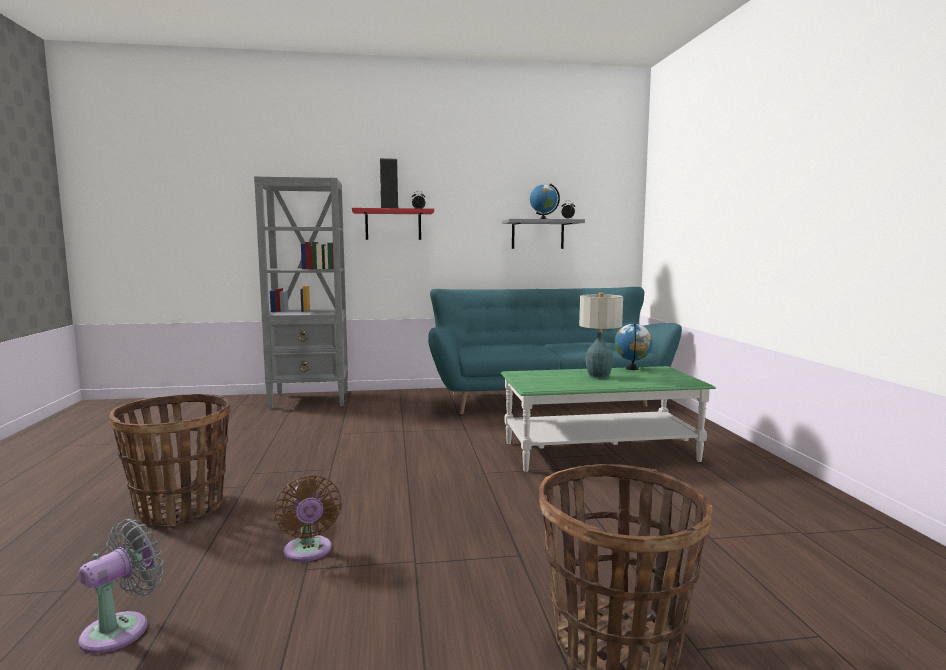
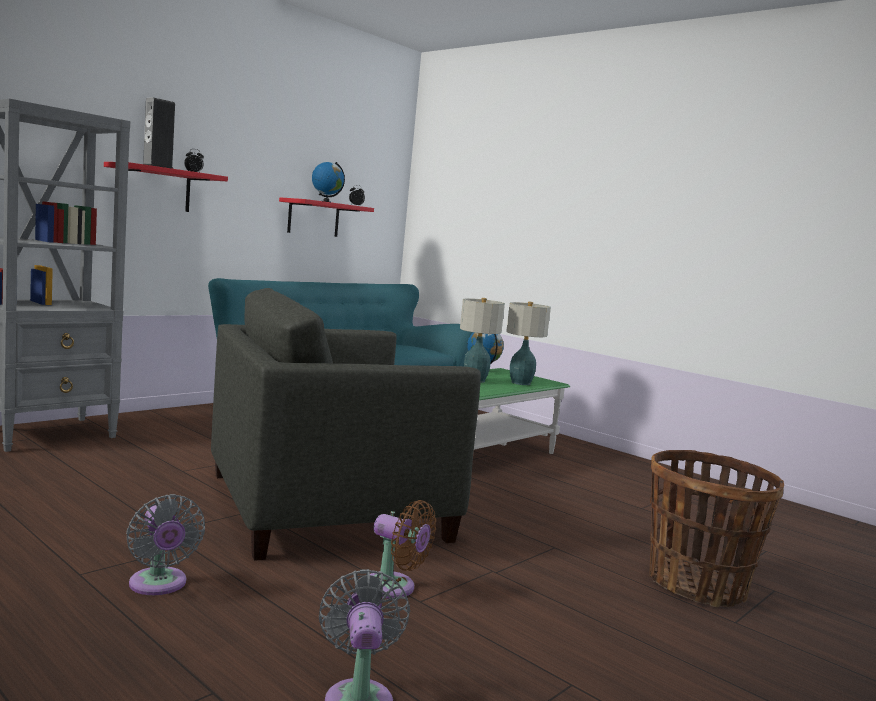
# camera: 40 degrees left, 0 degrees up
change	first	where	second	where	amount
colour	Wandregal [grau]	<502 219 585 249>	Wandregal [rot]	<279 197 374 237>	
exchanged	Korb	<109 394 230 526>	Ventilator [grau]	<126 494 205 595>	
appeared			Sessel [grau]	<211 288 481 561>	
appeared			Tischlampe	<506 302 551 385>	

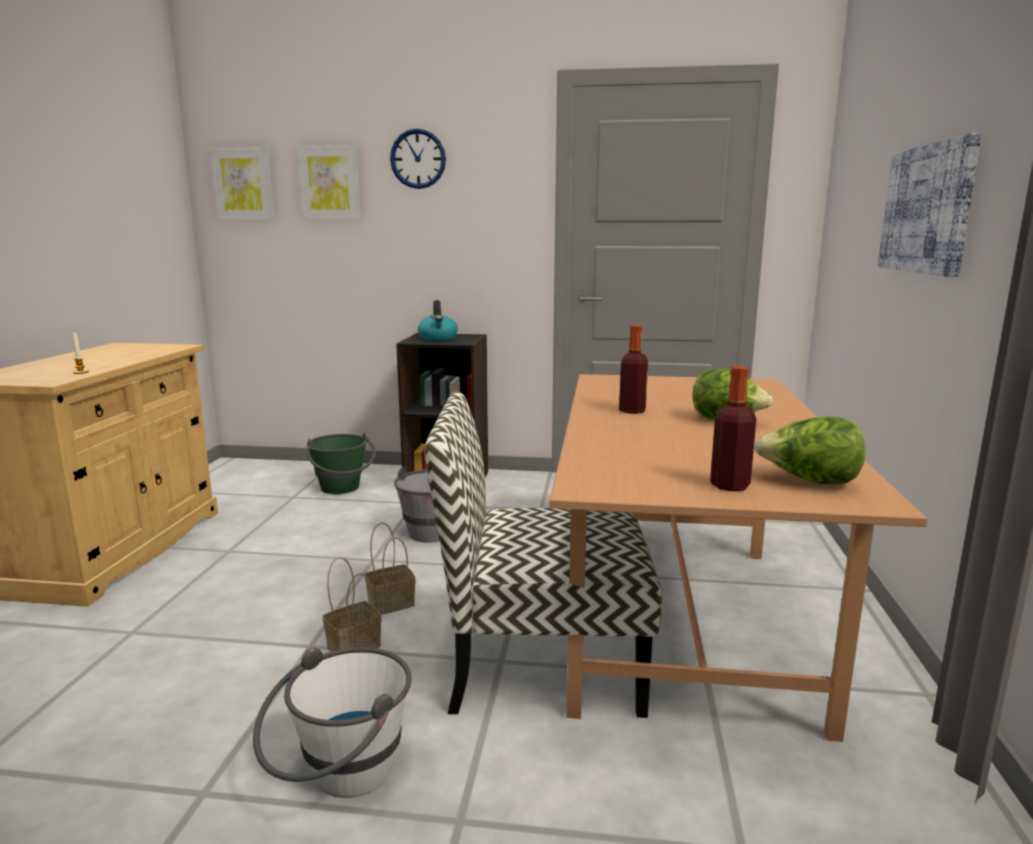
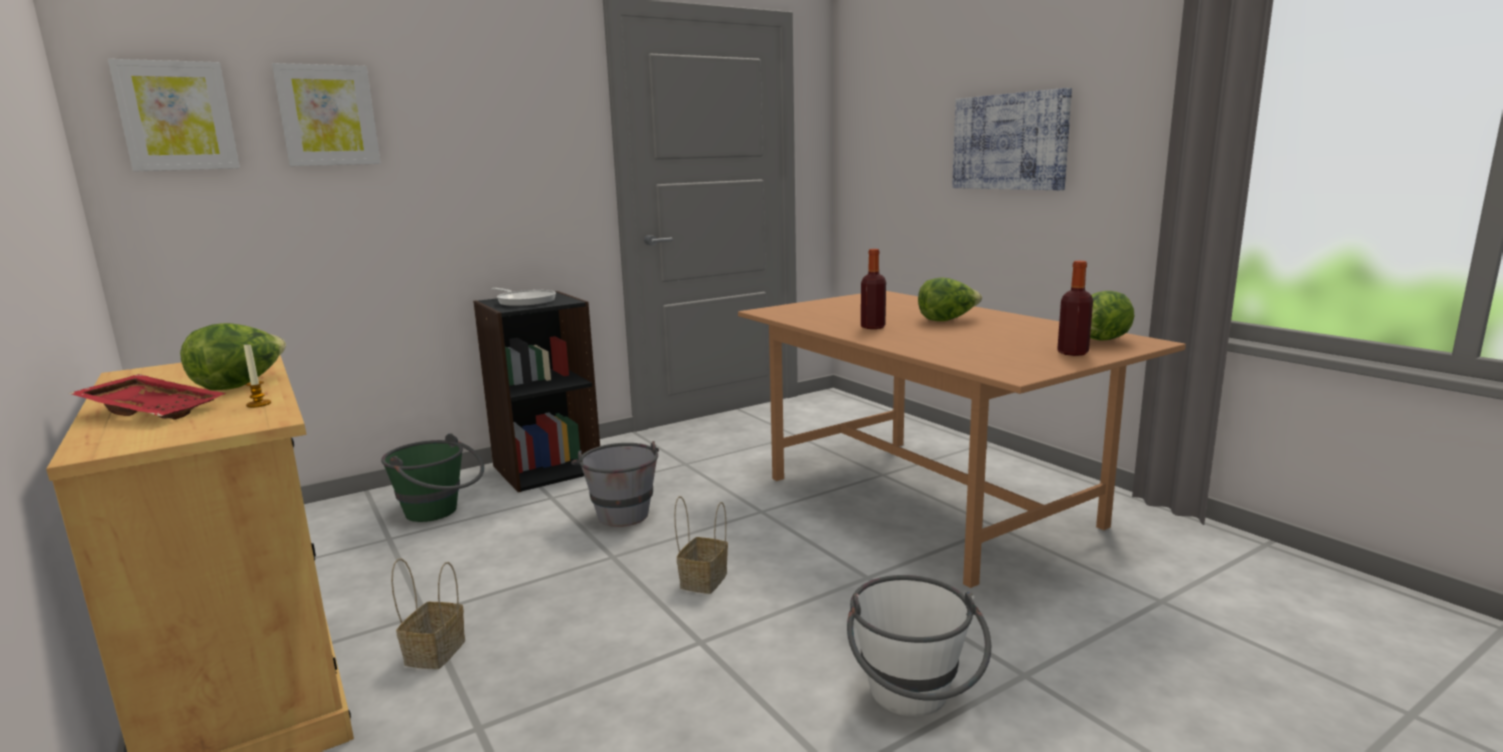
# camera: 40 degrees left, 0 degrees up
change	first	where	second	where	amount
missing	Wanduhr	<390 128 446 189>			
exchanged	Wasserkessel	<418 300 458 341>	Pfanne	<491 288 556 307>	
missing	Stuhl	<424 392 662 718>			
relocated	Korb	<323 557 382 652>		<391 558 465 669>	
appeared			Salatkopf	<180 323 286 390>	
appeared			Tablett [rot]	<68 374 226 420>	

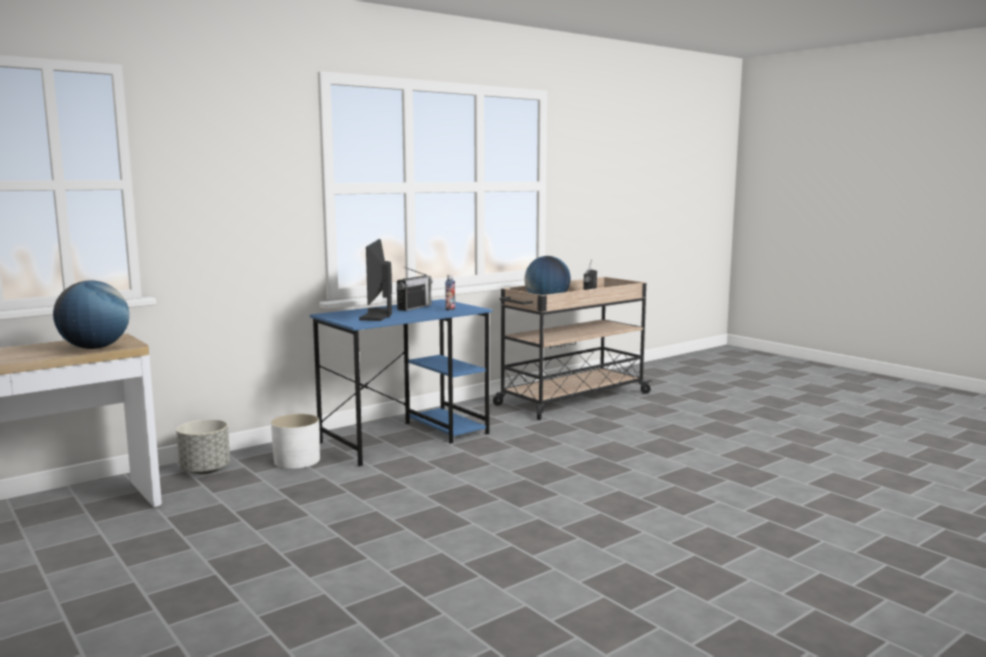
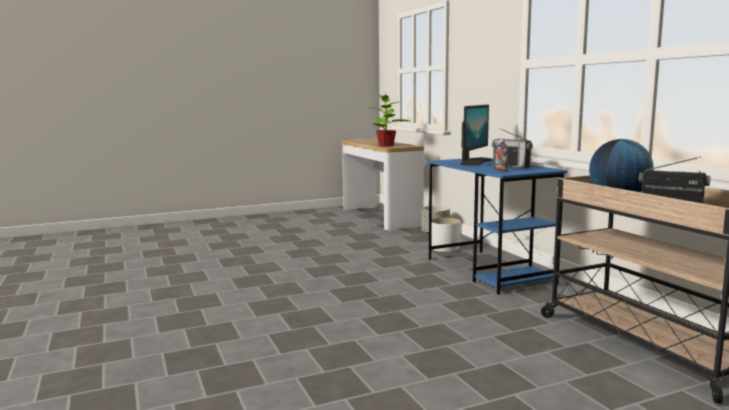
# camera: 105 degrees right, 0 degrees up
change	first	where	second	where	amount
spun	Monitor	<359 239 392 321>		<461 105 492 166>	105 degrees clockwise
exchanged	Globus	<53 280 129 349>	Topfpflanze	<369 93 409 147>	

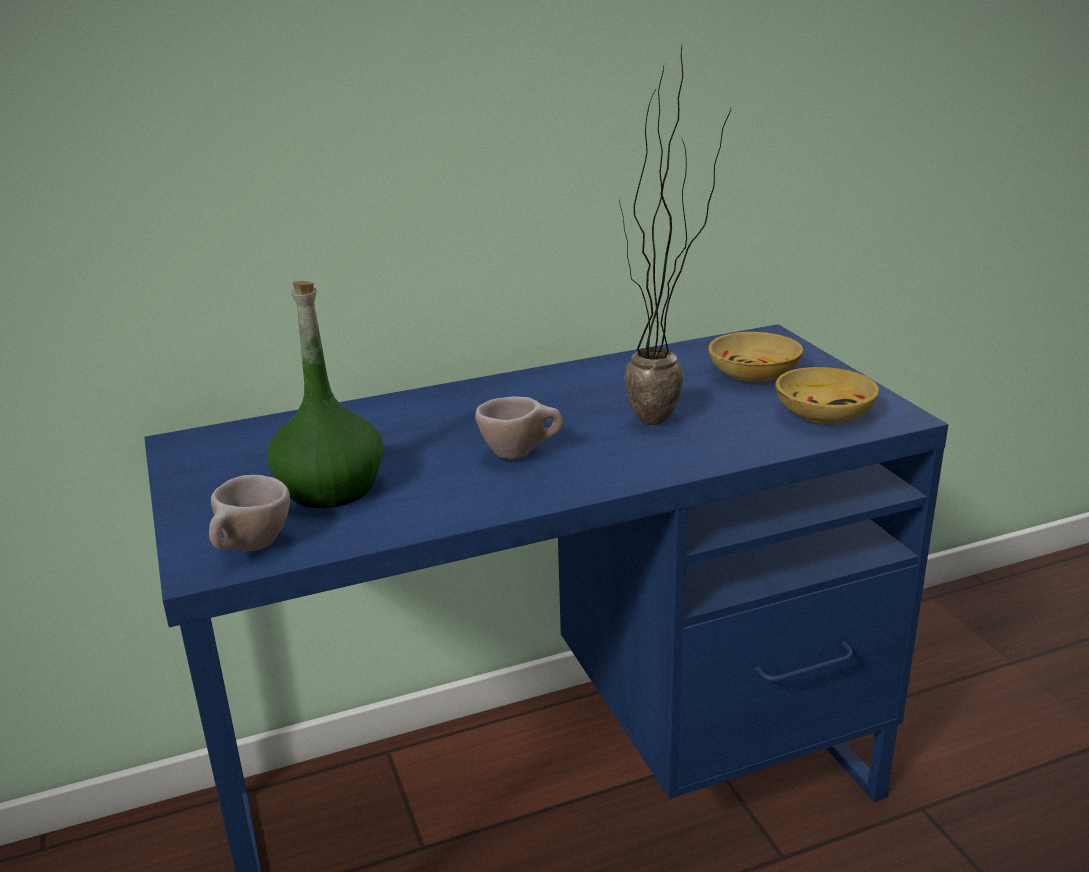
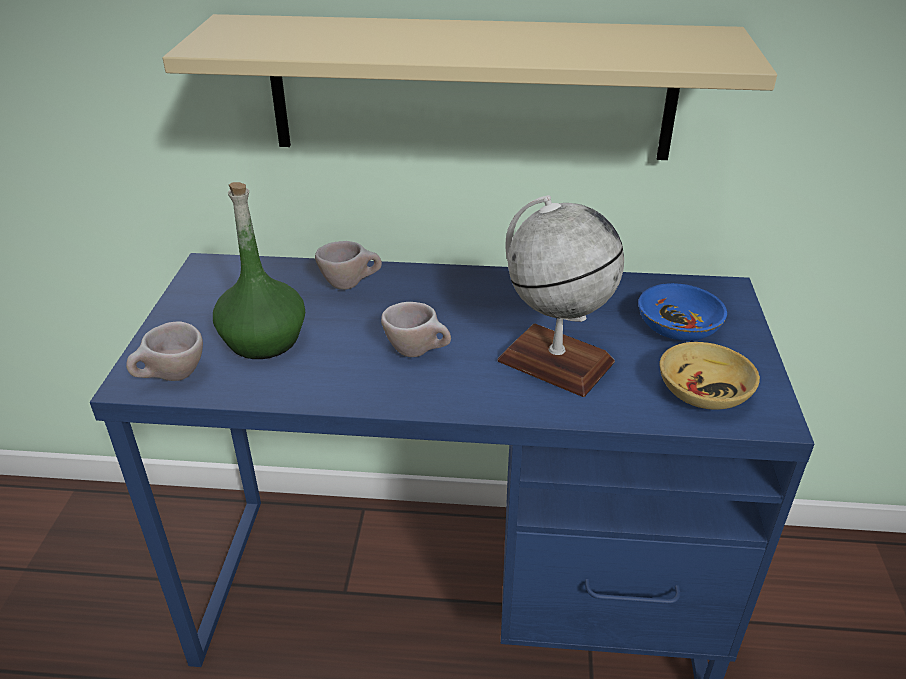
# camera: 25 degrees right, 10 degrees up
change	first	where	second	where	amount
exchanged	Topfpflanze	<619 46 731 425>	Globus	<498 195 624 397>	
colour	Schüssel [beige]	<708 332 803 382>	Schüssel [blau]	<638 283 727 341>	
appeared			Wandregal [beige]	<163 14 777 160>	
appeared			Tasse [beige]	<315 241 382 290>	

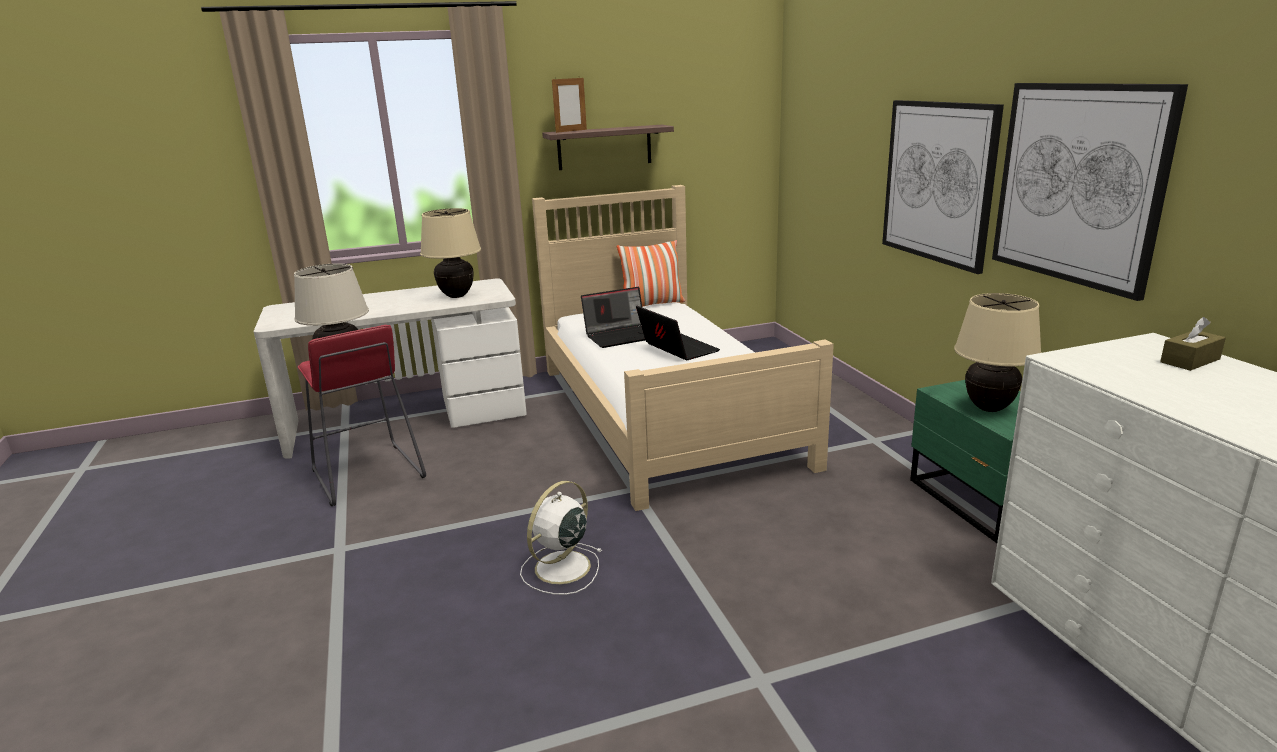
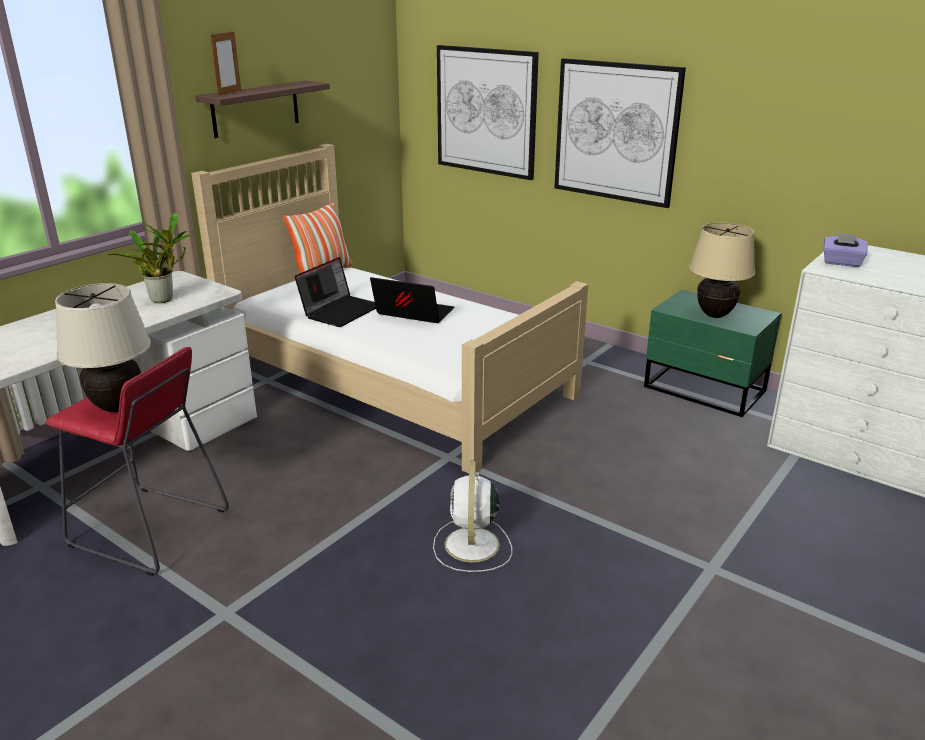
# camera: 35 degrees left, 5 degrees up
change	first	where	second	where	amount
relocated	Bild	<992 83 1188 301>		<437 45 539 180>	
exchanged	Tischlampe [beige]	<420 208 481 298>	Topfpflanze	<108 213 193 303>	
missing	Taschentuchbox [braun]	<1160 317 1226 371>			
appeared			Taschentuchbox [lila]	<824 233 868 267>	

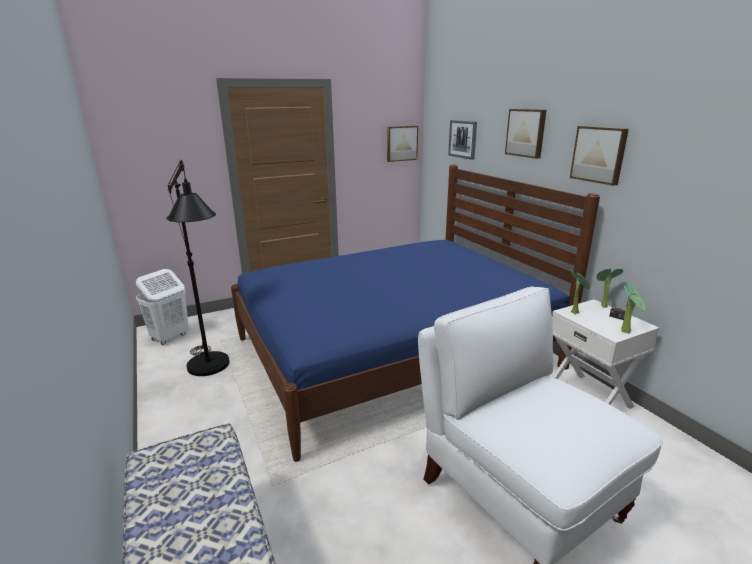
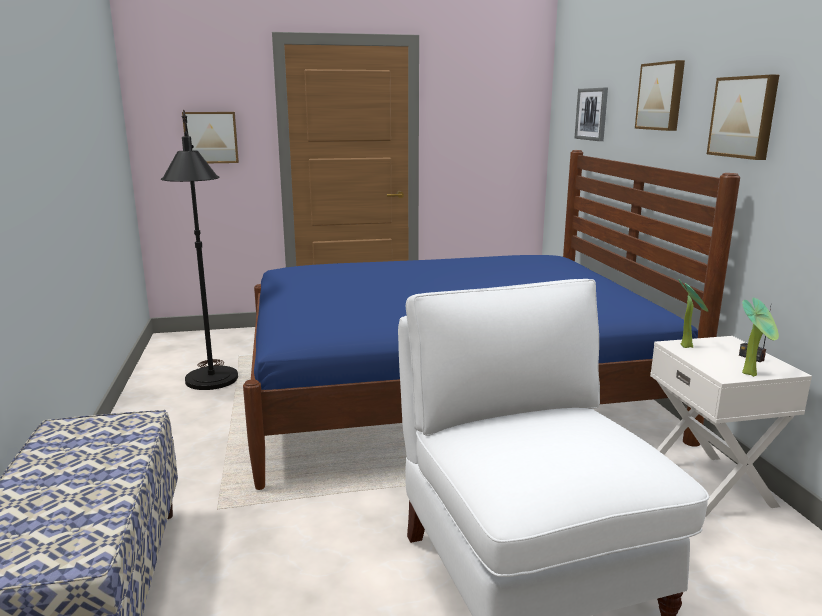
# camera: 15 degrees right, 5 degrees down
change	first	where	second	where	amount
relocated	Bild	<387 126 418 162>		<182 112 239 163>	
missing	Topfpflanze	<597 268 623 308>			
missing	Wäschekorb [weiß]	<136 269 189 345>			

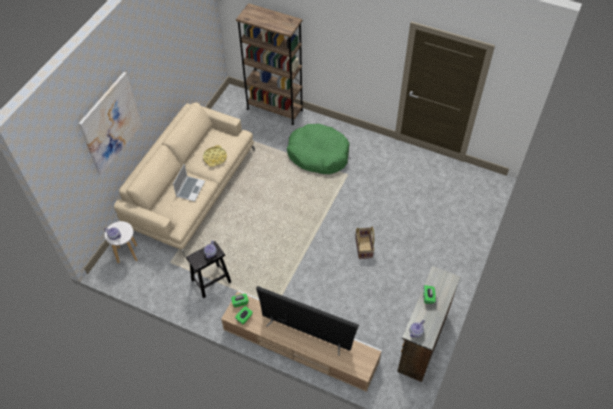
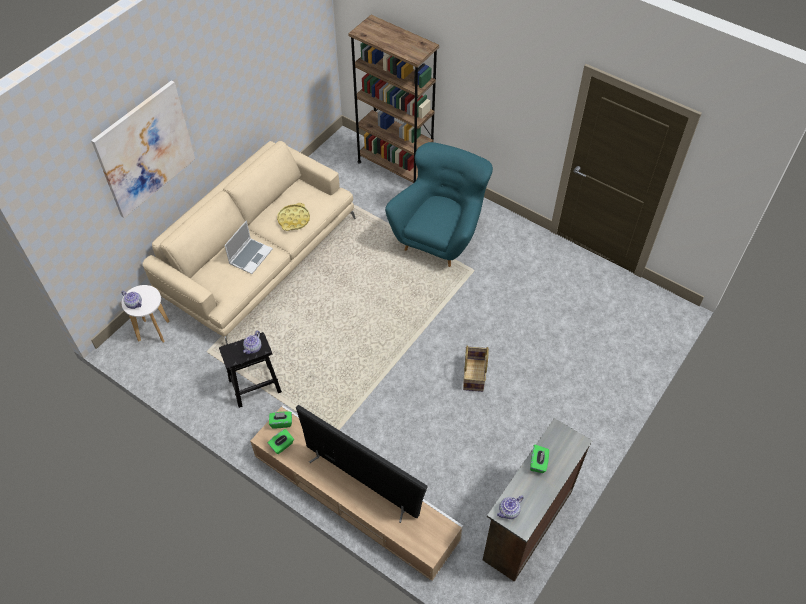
# camera: 10 degrees right, 0 degrees up
change	first	where	second	where	amount
exchanged	Hundebett [grün]	<287 124 350 174>	Sessel [türkis]	<385 142 493 267>	

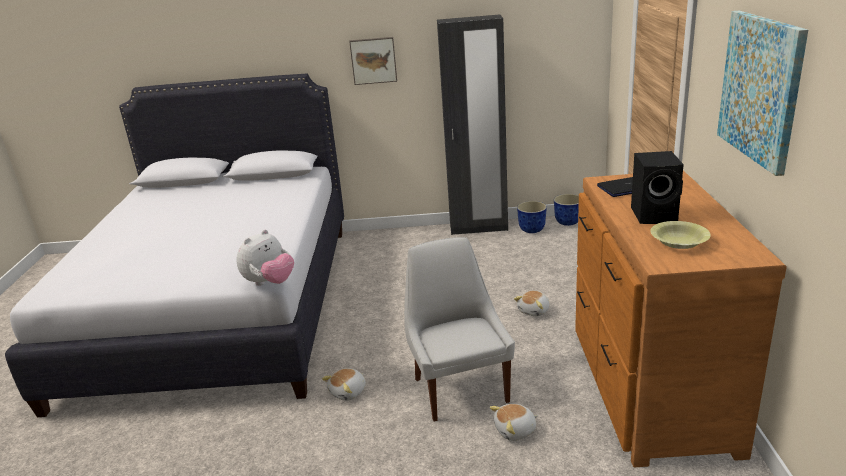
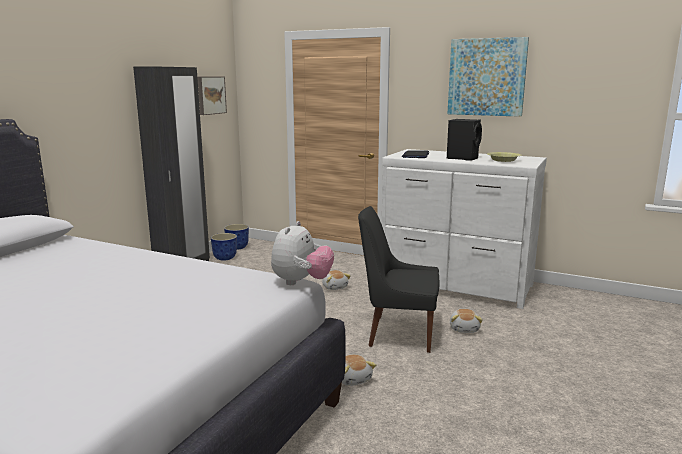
# camera: 65 degrees left, 10 degrees down
change	first	where	second	where	amount
relocated	Bild	<349 37 397 85>		<197 77 227 115>	
colour	Kommode [braun]	<575 171 787 467>	Kommode [weiß]	<382 149 547 309>	
spun	Plüschtier	<236 230 294 286>		<271 221 334 285>	45 degrees clockwise
colour	Stuhl [weiß]	<404 237 515 421>	Stuhl [schwarz]	<358 206 439 353>	

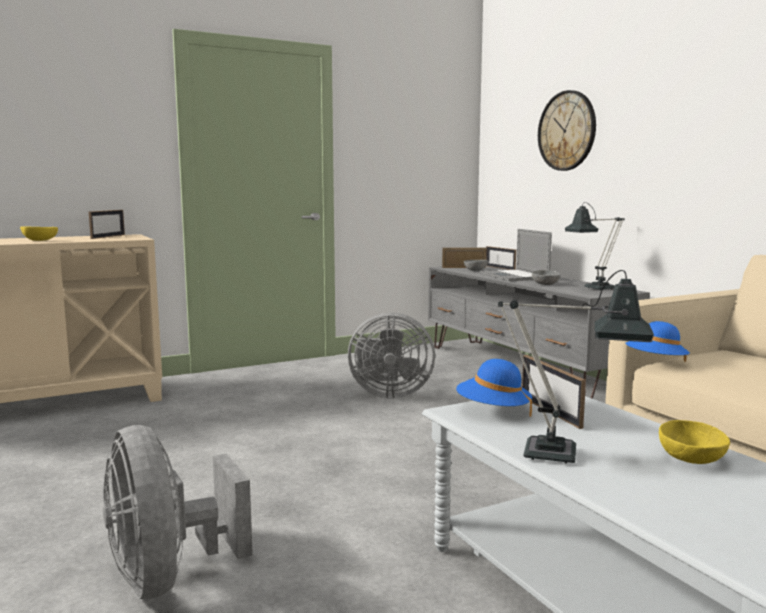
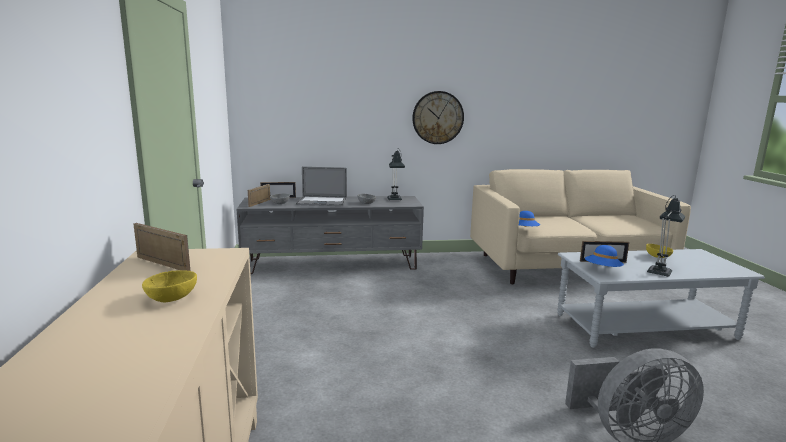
# camera: 70 degrees left, 5 degrees up
change	first	where	second	where	amount
relocated	Wanduhr	<538 90 596 171>		<412 91 464 144>	
missing	Ventilator [grau]	<348 312 435 399>			

